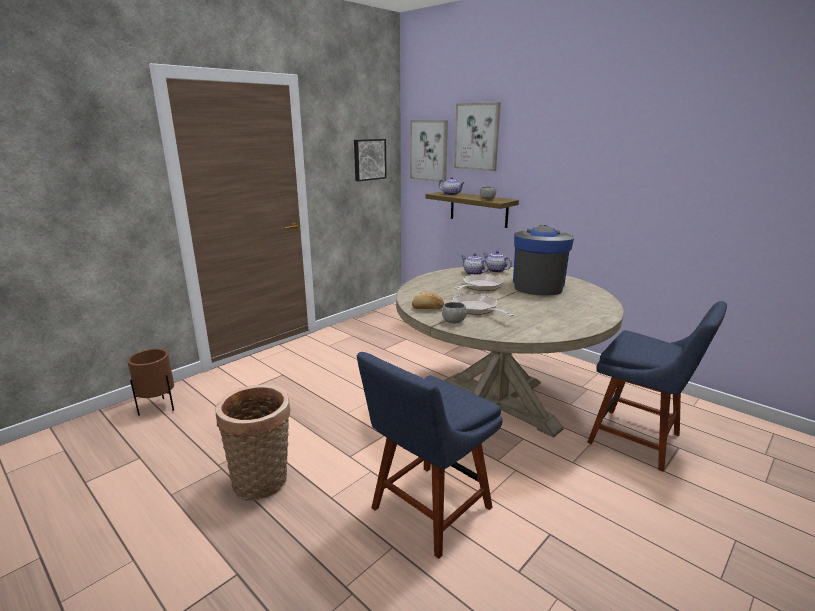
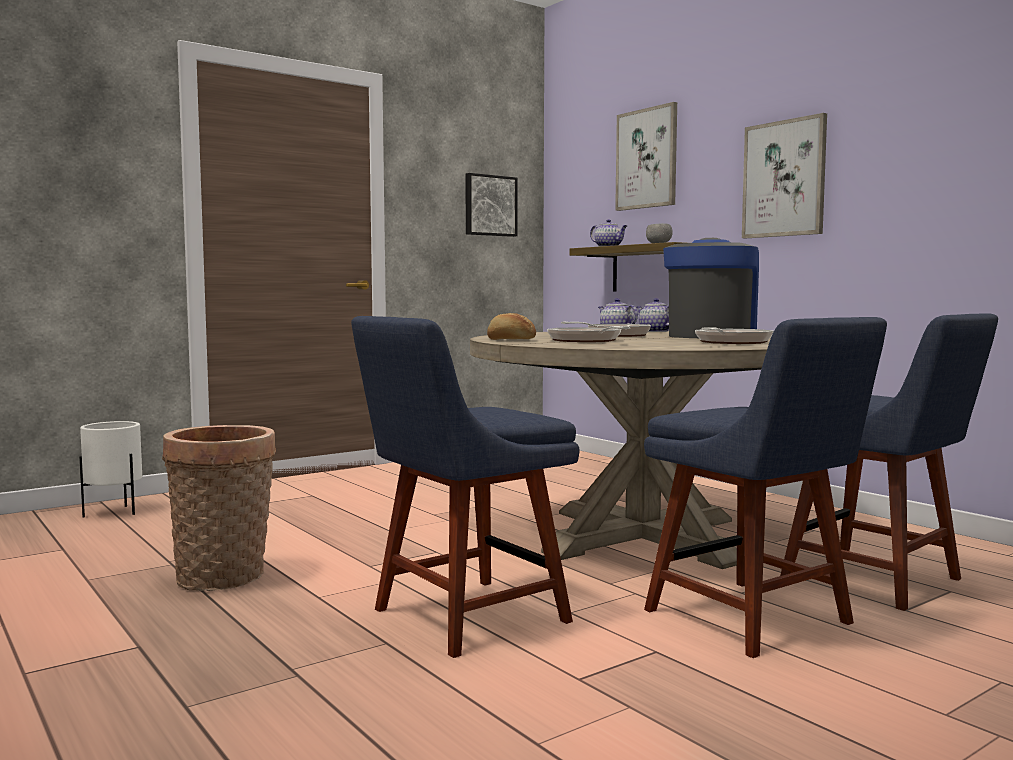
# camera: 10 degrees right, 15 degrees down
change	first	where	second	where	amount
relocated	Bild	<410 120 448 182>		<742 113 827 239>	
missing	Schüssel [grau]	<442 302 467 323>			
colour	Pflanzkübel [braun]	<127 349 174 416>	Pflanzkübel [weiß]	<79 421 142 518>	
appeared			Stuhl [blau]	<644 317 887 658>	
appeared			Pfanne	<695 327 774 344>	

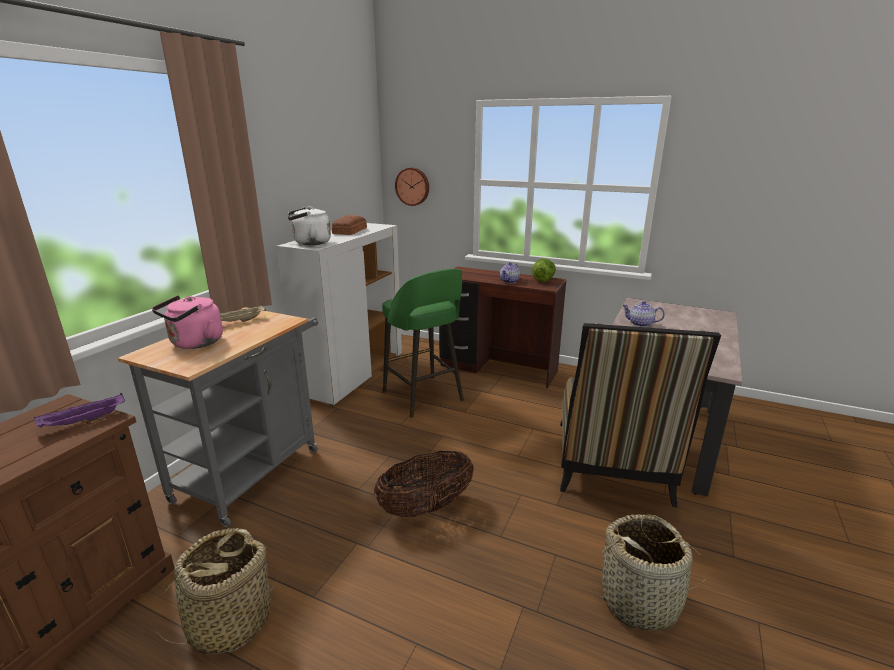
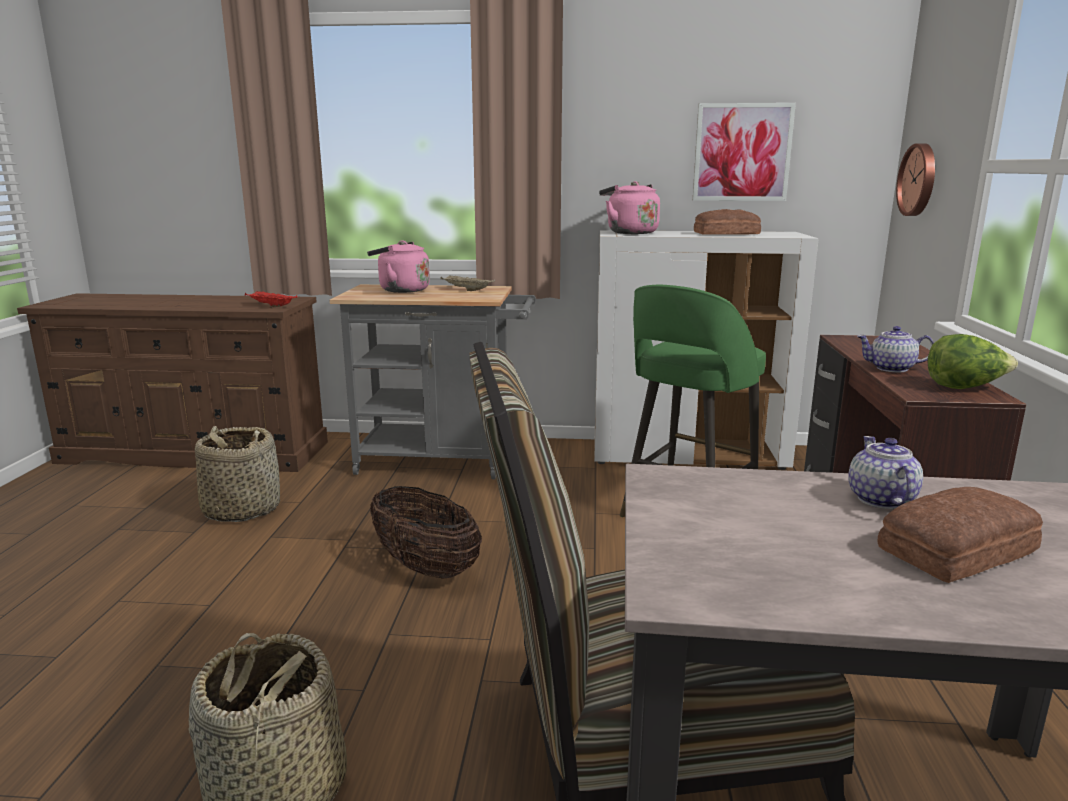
# camera: 70 degrees right, 5 degrees down
change	first	where	second	where	amount
colour	Wasserkessel [weiß]	<288 206 331 245>	Wasserkessel [rosa]	<599 181 660 234>	
colour	Tablett [lila]	<34 393 125 428>	Tablett [rot]	<245 290 297 307>	
appeared			Bild	<693 103 796 201>	
appeared			Brot	<877 487 1043 583>	

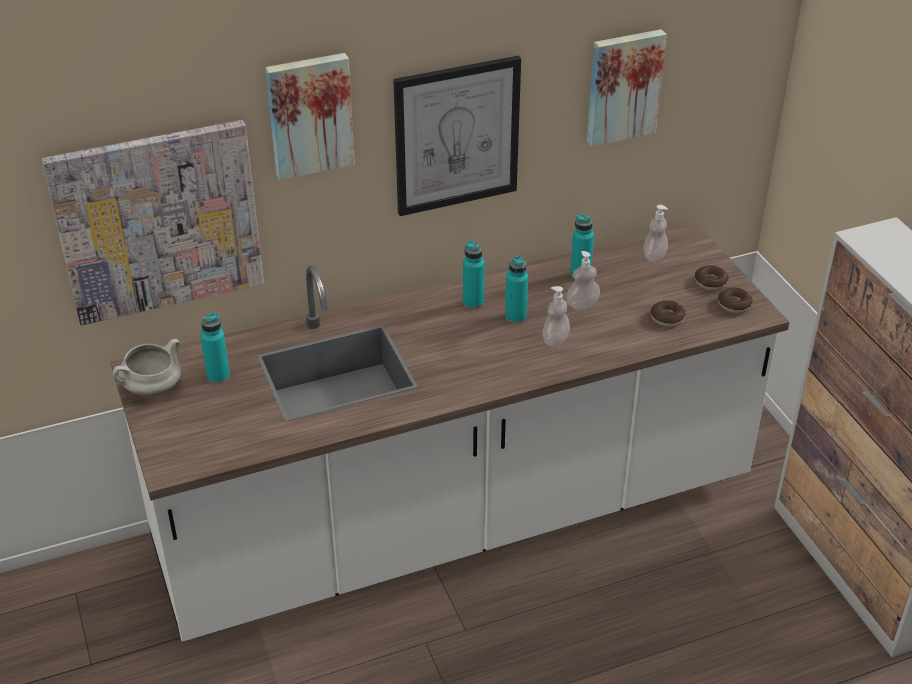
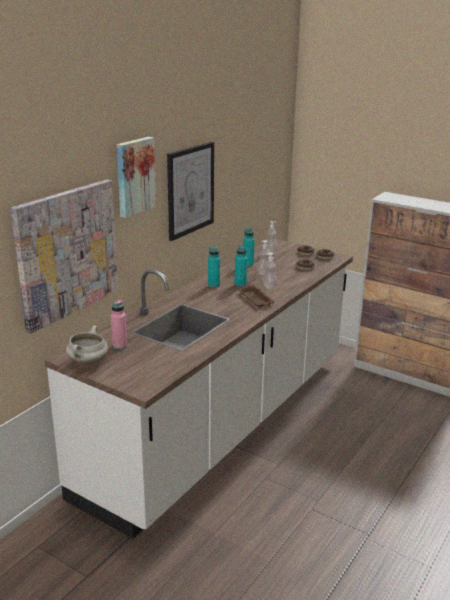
# camera: 35 degrees left, 15 degrees down
change	first	where	second	where	amount
missing	Bild	<587 29 667 146>			
colour	Flasche [türkis]	<200 313 230 383>	Flasche [rosa]	<110 300 127 350>	
appeared			Tablett [braun]	<237 285 274 307>	

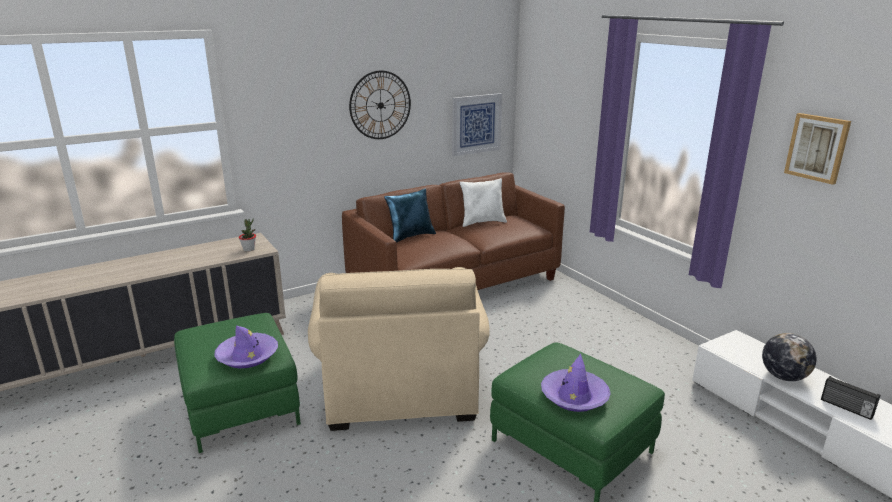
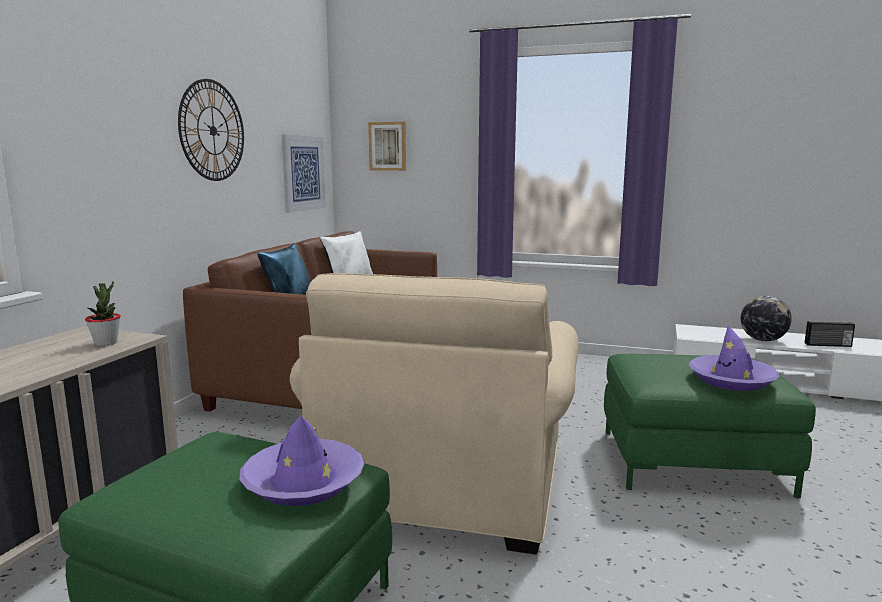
# camera: 40 degrees left, 10 degrees down
change	first	where	second	where	amount
relocated	Bild	<784 113 851 185>		<368 122 406 171>	
spun	Sessel [beige]	<308 267 490 431>		<290 273 579 555>	60 degrees clockwise

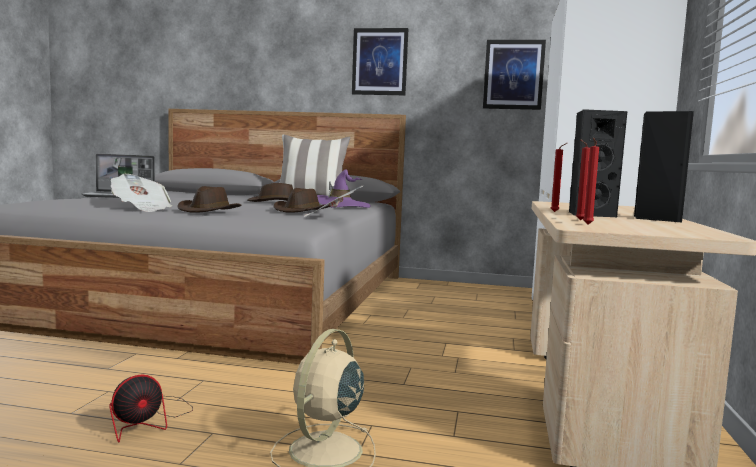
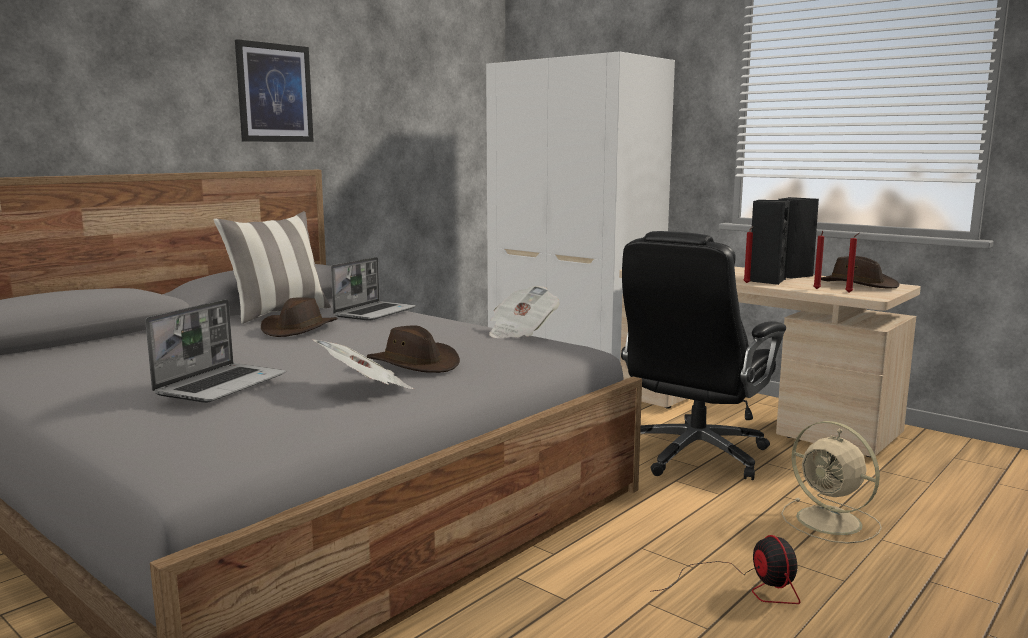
# camera: 60 degrees left, 5 degrees up
change	first	where	second	where	amount
missing	Bild	<483 40 546 110>			
exchanged	Hut [lila]	<317 170 371 208>	Laptop	<331 257 416 321>	
relocated	Hut [braun]	<274 188 331 213>		<821 256 899 289>	
appeared			Bürostuhl [schwarz]	<621 231 786 480>	

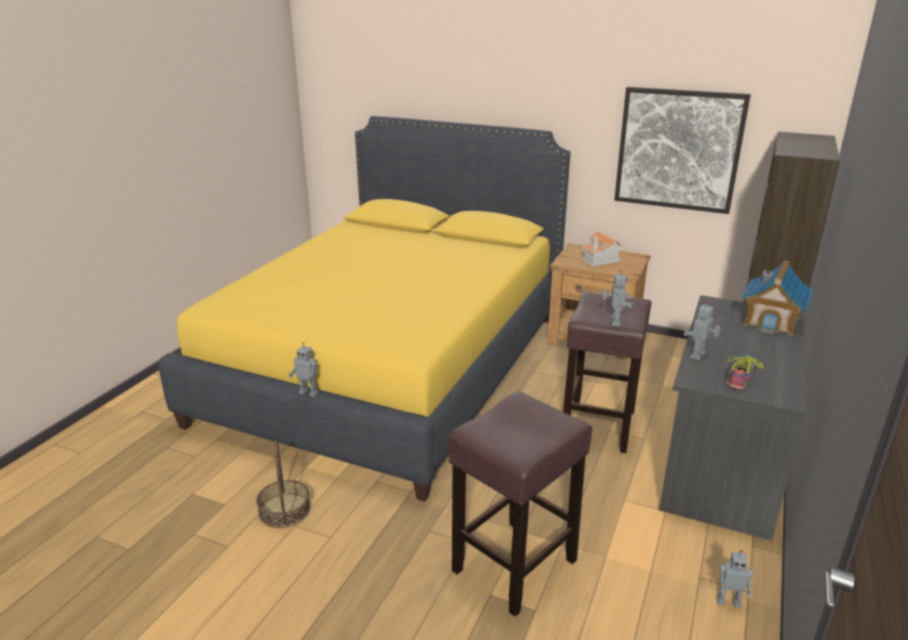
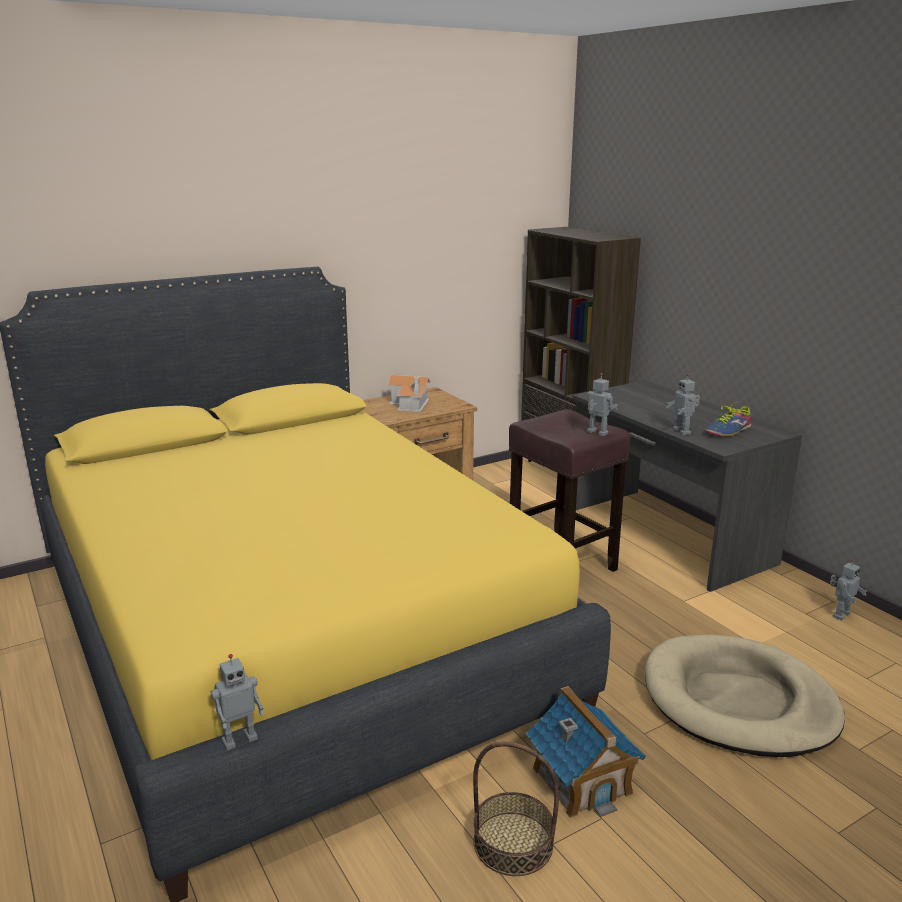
# camera: 55 degrees left, 5 degrees down
change	first	where	second	where	amount
missing	Bild	<614 87 751 214>			
relocated	Spielzeughaus	<742 261 813 336>		<526 686 645 818>	
relocated	Spielzeugroboter	<289 342 318 397>		<211 654 264 751>	
spun	Schuh	<726 353 763 390>		<706 403 752 436>	105 degrees counterclockwise
exchanged	Hocker [braun]	<448 391 592 617>	Hundebett [beige]	<645 634 845 757>	

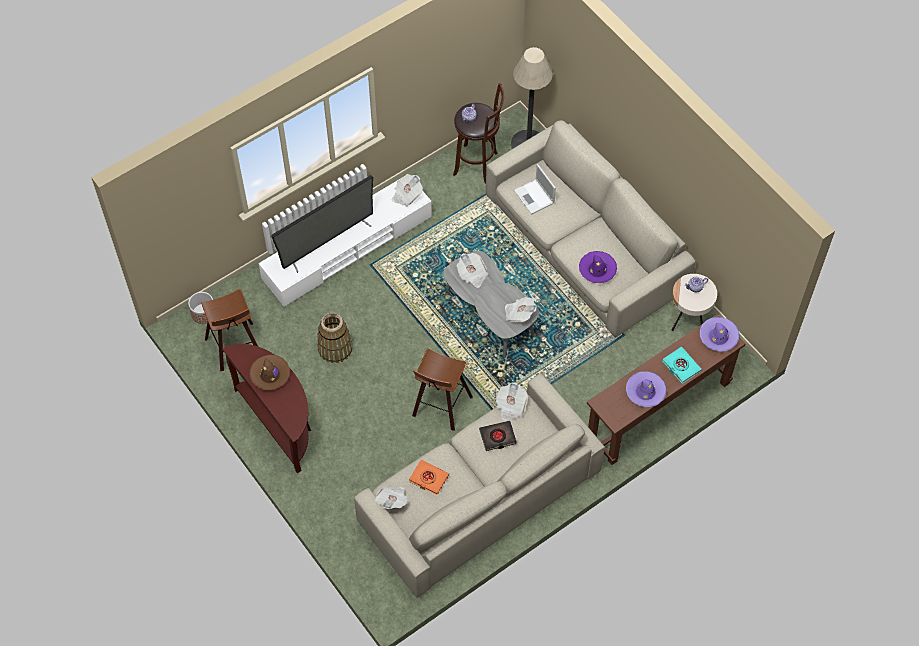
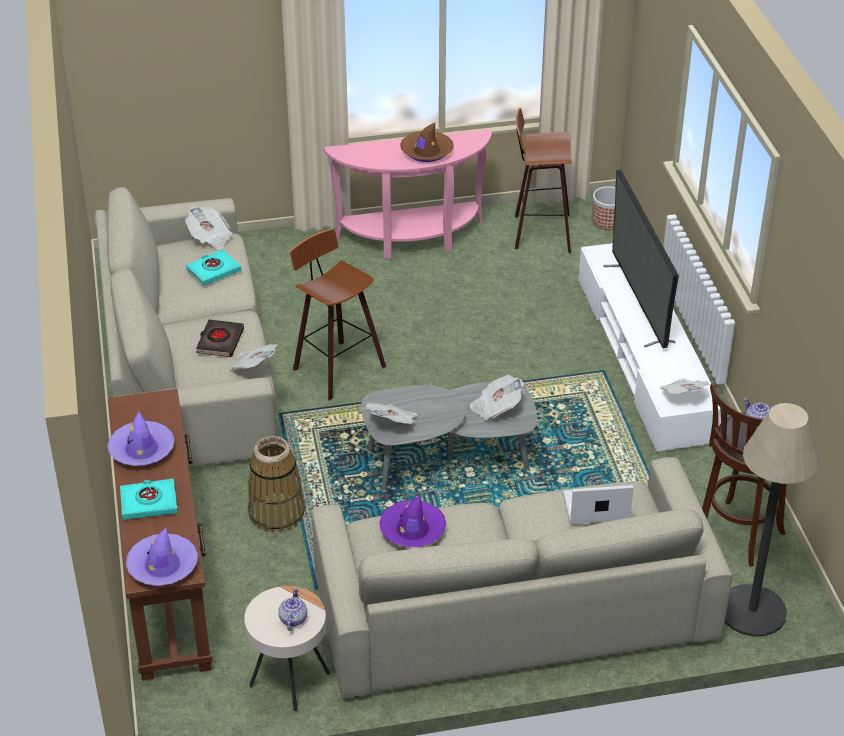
# camera: 115 degrees right, 20 degrees down
change	first	where	second	where	amount
relocated	Korb	<317 312 352 363>		<248 436 305 533>	
colour	Konsolentisch [braun]	<222 344 311 473>	Konsolentisch [rosa]	<324 129 492 259>	
colour	Buch [orange]	<409 460 449 495>	Buch [türkis]	<185 249 241 286>	

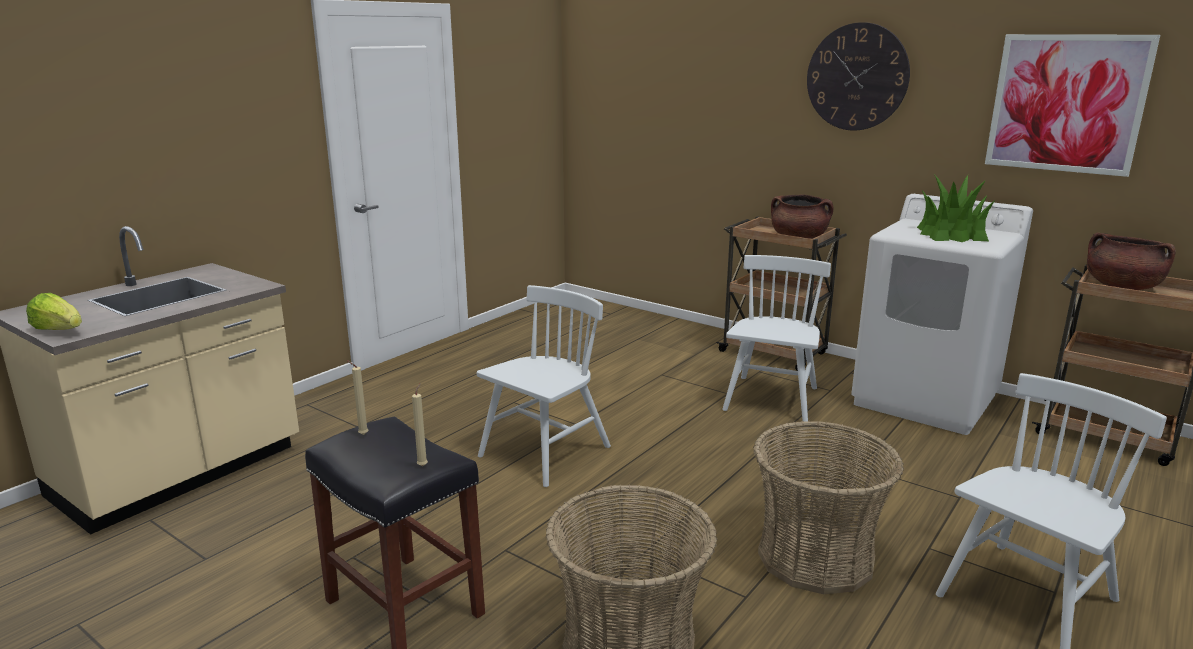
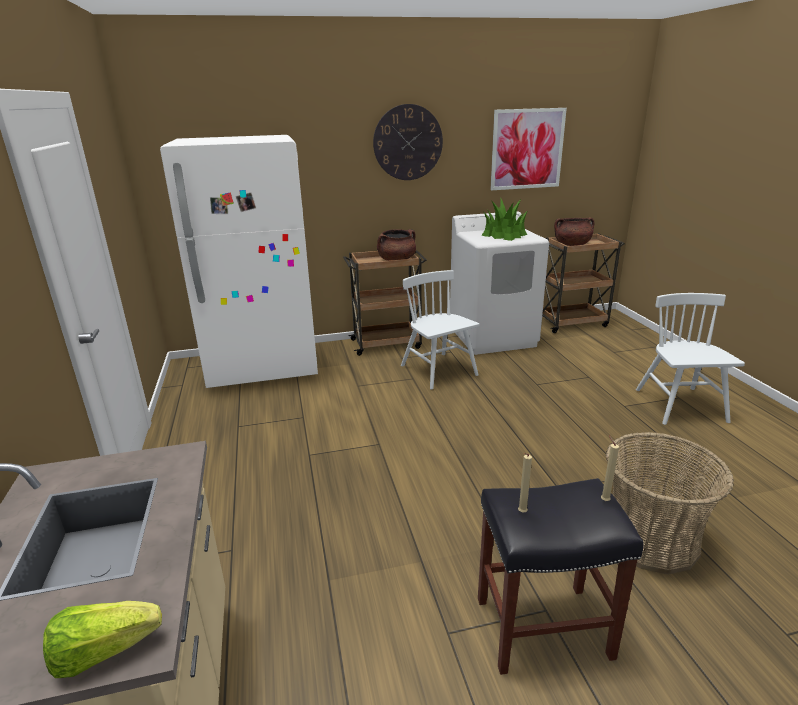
# camera: 50 degrees left, 5 degrees up
change	first	where	second	where	amount
missing	Stuhl [weiß]	<477 285 611 487>			
missing	Korb	<753 421 904 594>			
appeared			Kühlschrank [weiß]	<160 135 318 388>	

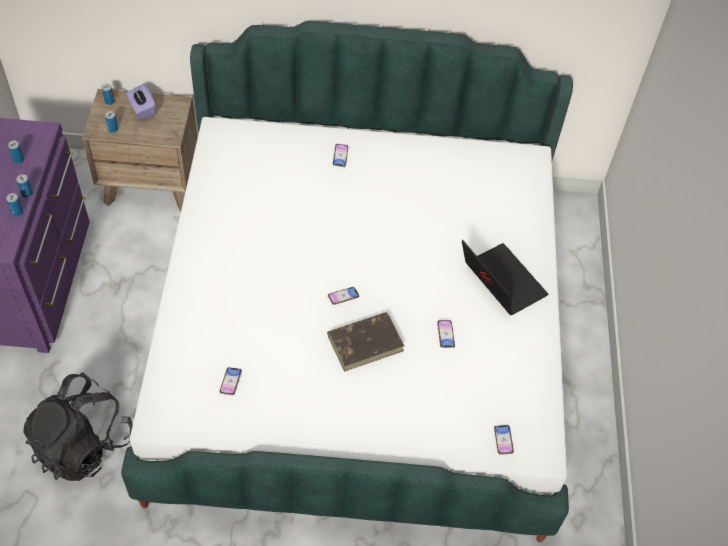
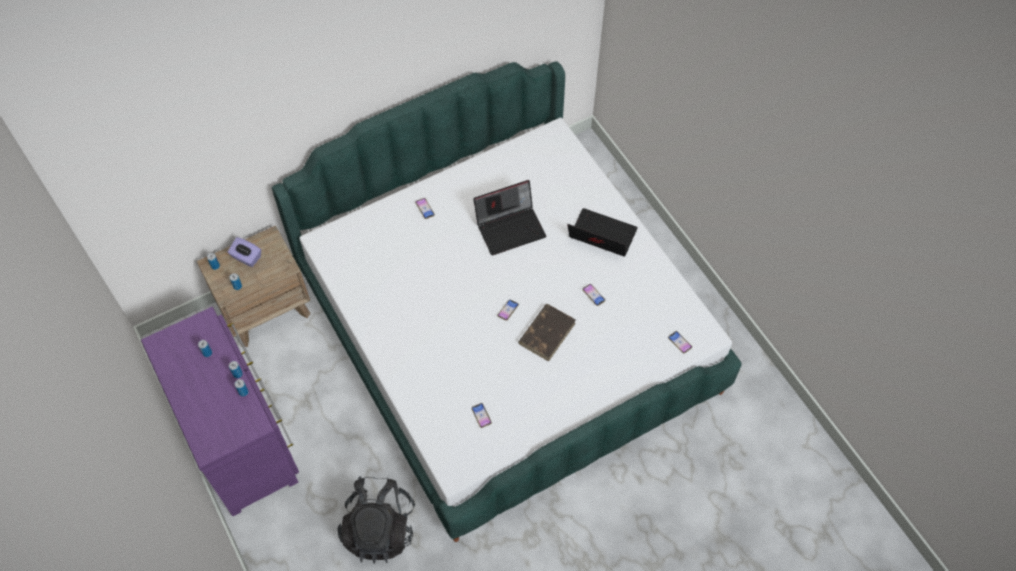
# camera: 30 degrees left, 5 degrees up
change	first	where	second	where	amount
appeared			Laptop	<473 180 546 255>	

